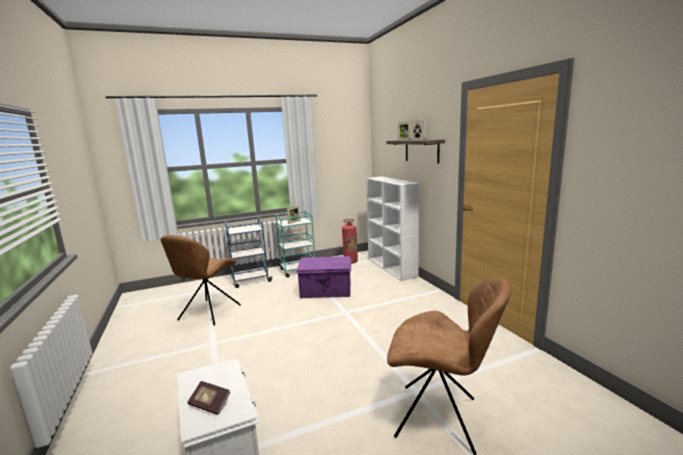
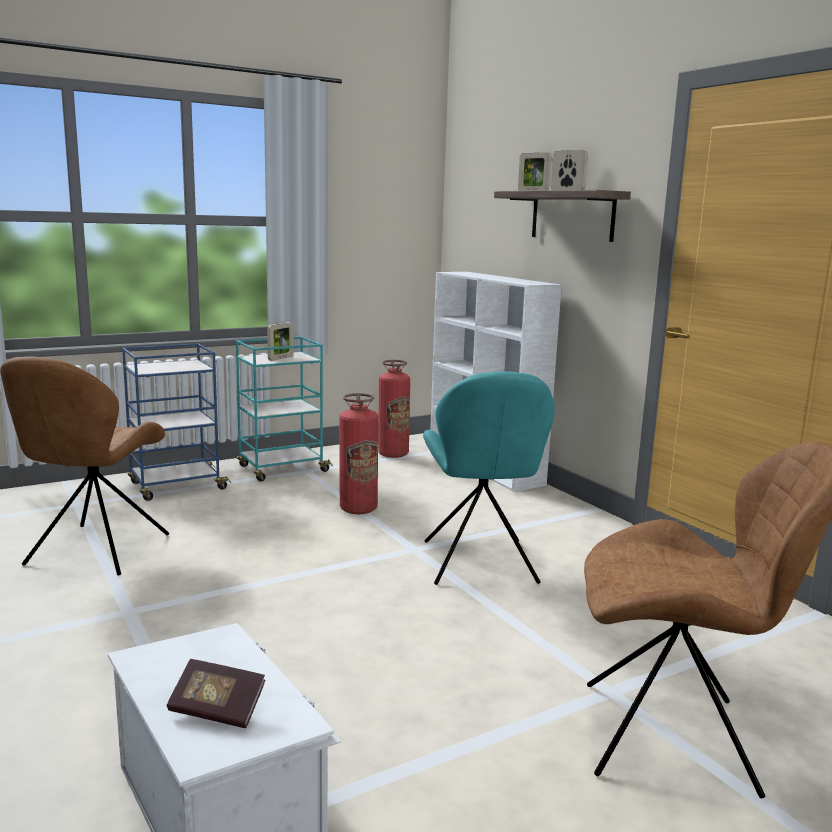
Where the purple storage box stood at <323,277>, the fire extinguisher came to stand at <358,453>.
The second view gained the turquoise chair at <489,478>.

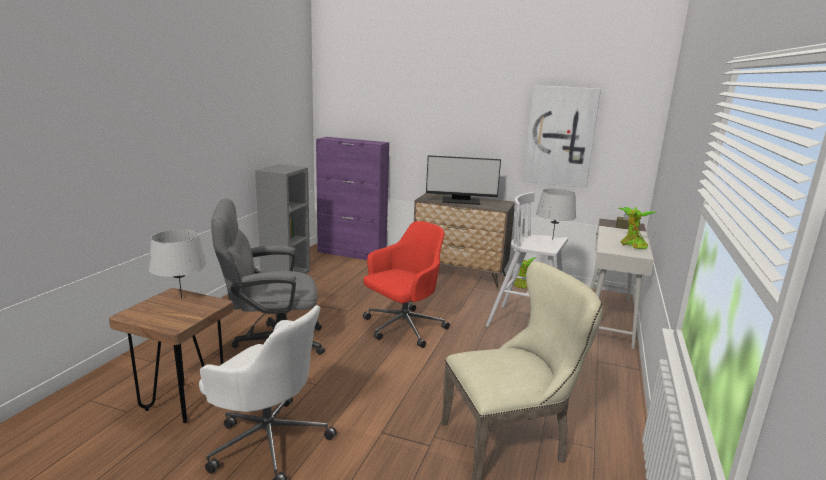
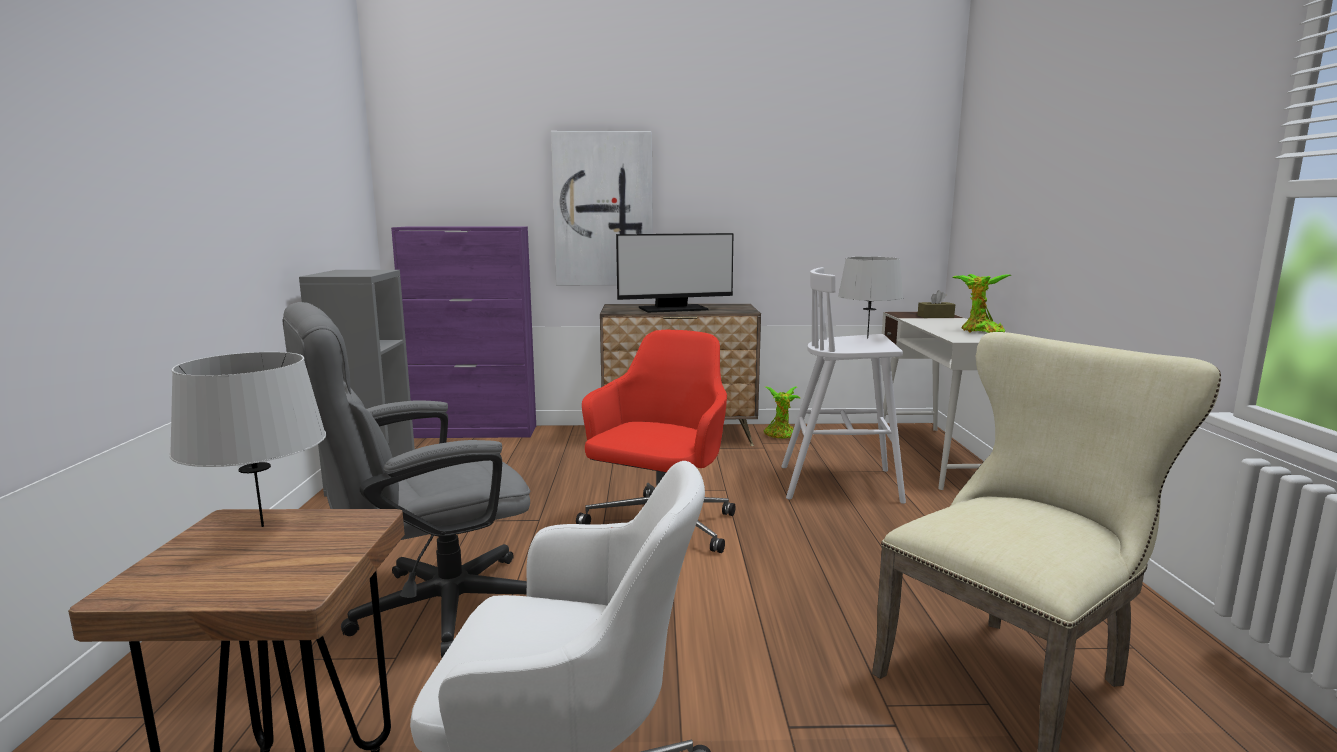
The picture ended up elsewhere, having gone from <562,136> to <602,208>.

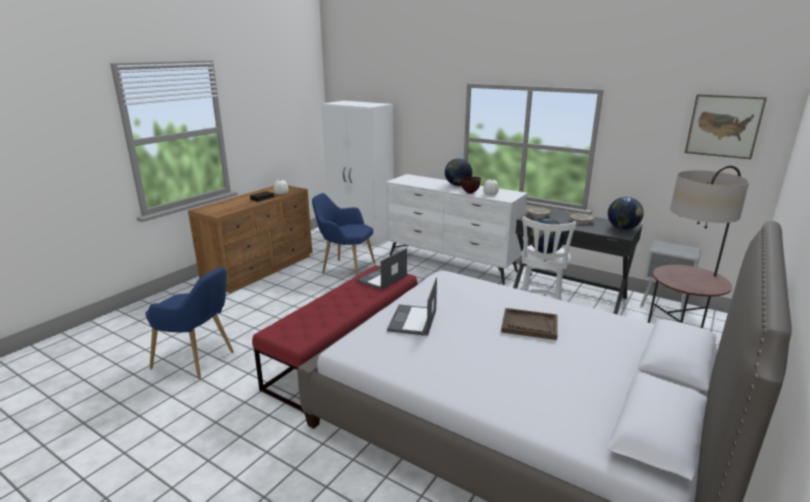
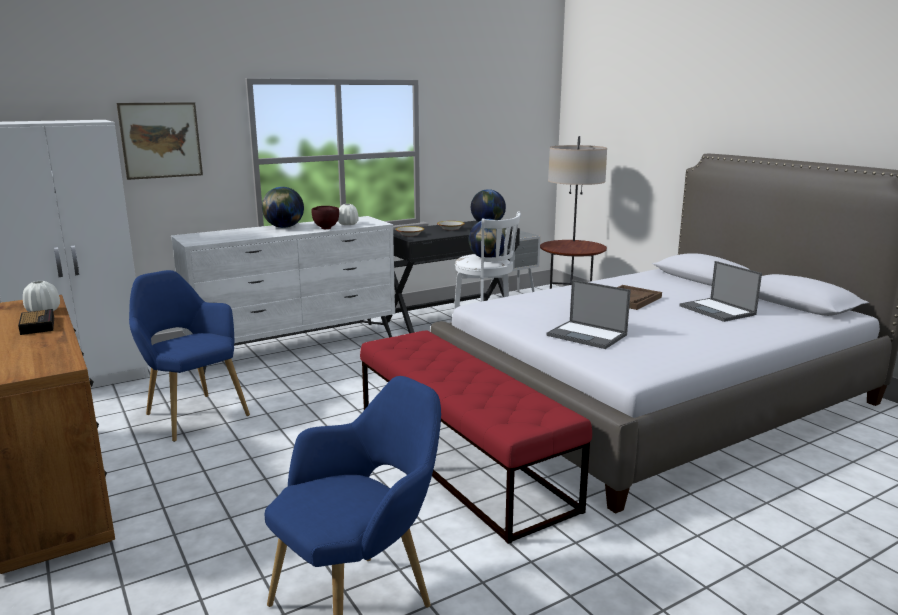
The picture ended up elsewhere, having gone from <726,126> to <160,141>.
The blue armchair at <344,234> ended up facing another way, 90 degrees clockwise from before.
The laptop ended up elsewhere, having gone from <382,269> to <720,291>.

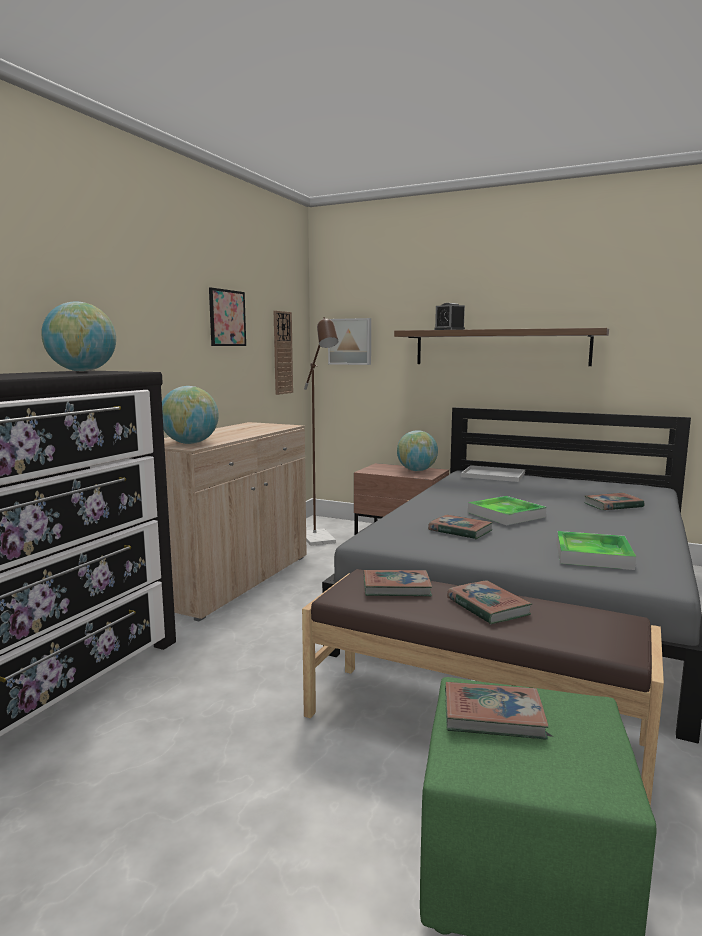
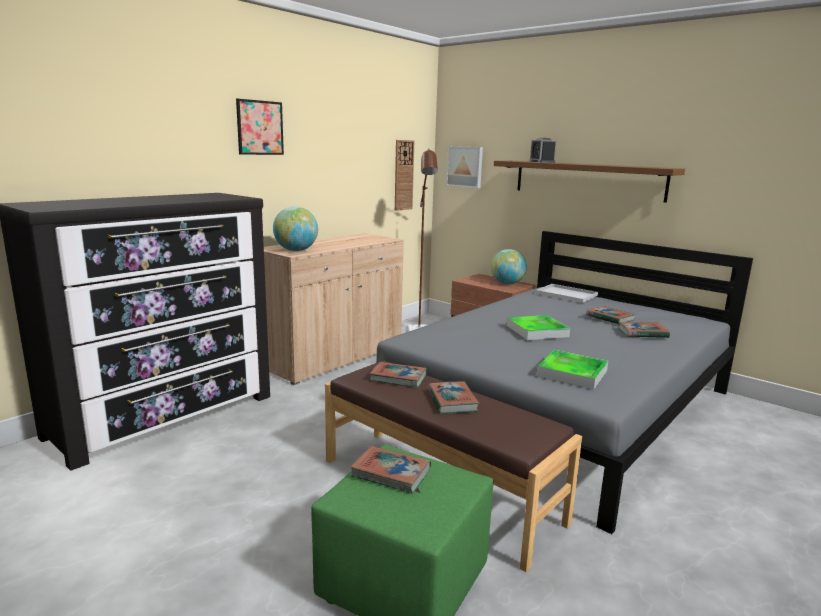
The picture ended up elsewhere, having gone from <227,317> to <260,127>.
The book ended up elsewhere, having gone from <460,527> to <610,315>.
The second view lost the globe at <78,337>.

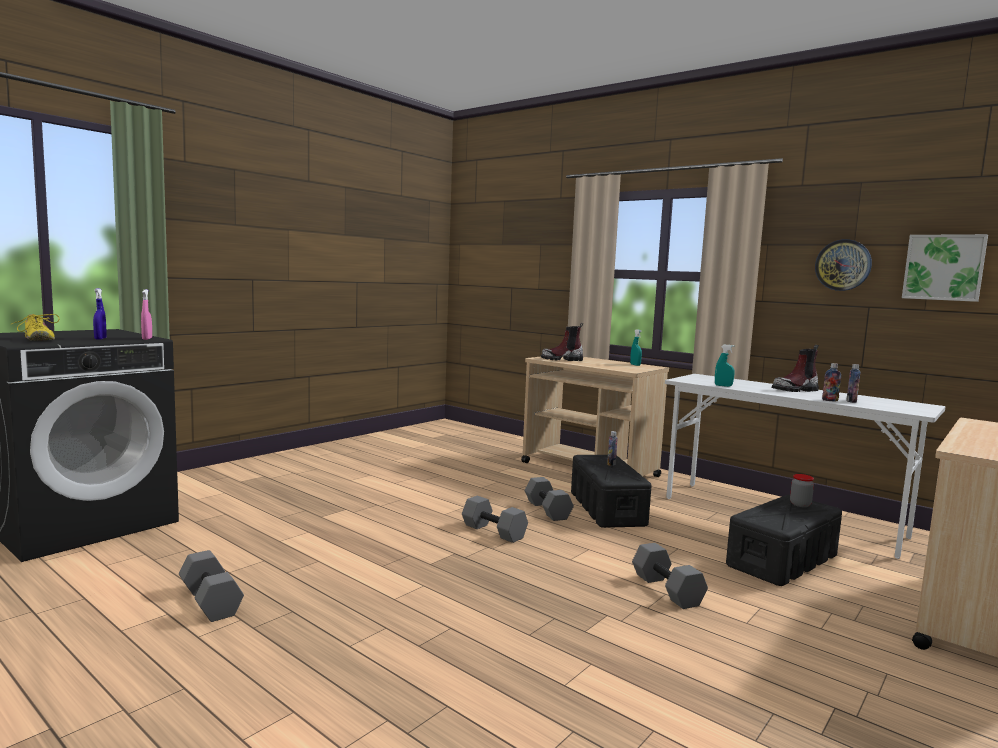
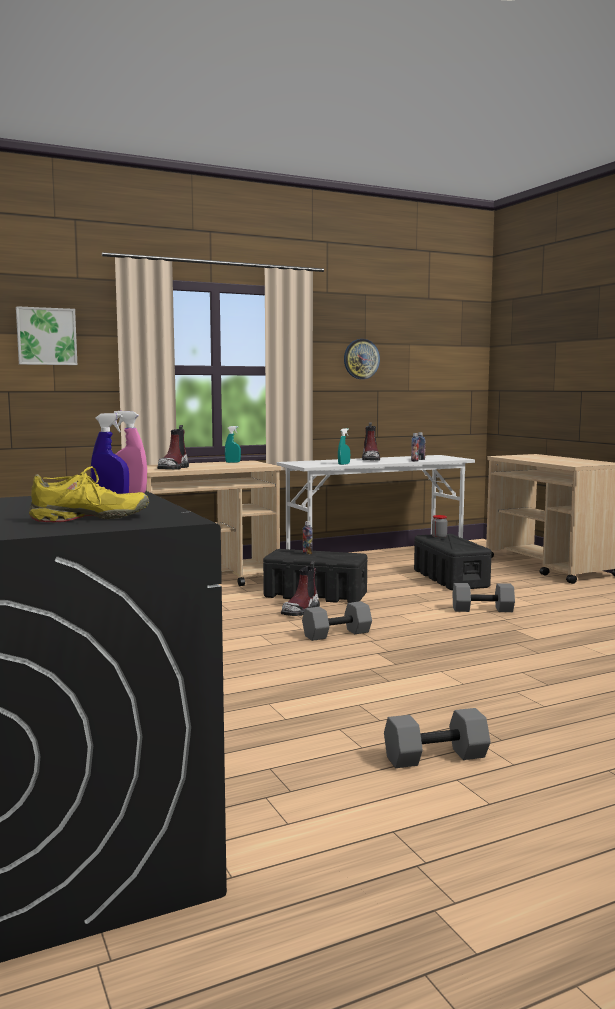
The picture ended up elsewhere, having gone from <945,268> to <46,335>.
Where the grey dumbbell stood at <549,499>, the boot came to stand at <300,589>.

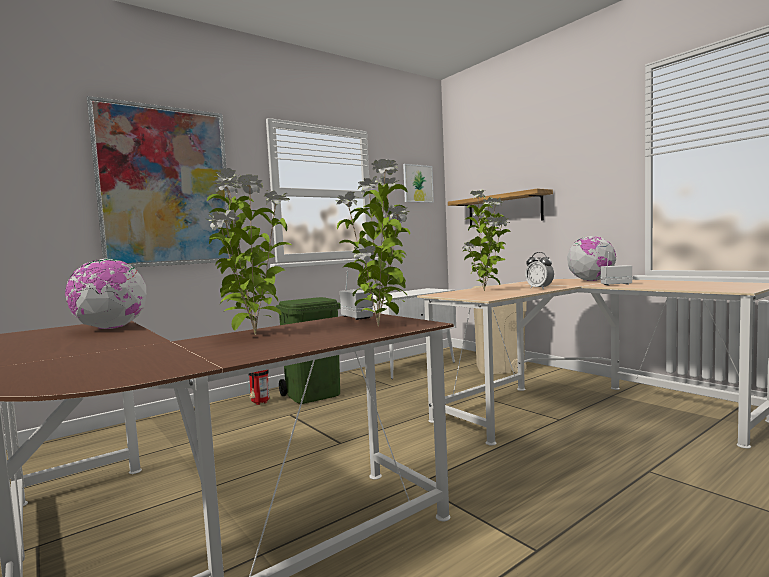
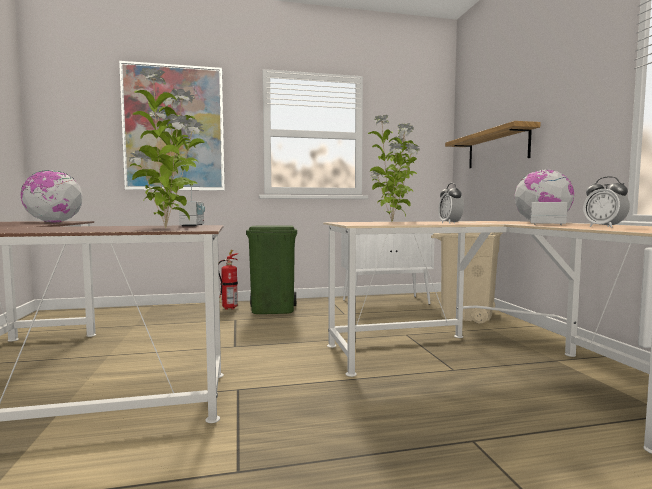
The second view gained the alarm clock at <606,202>.
The second view lost the potted plant at <249,251>.
The second view lost the picture at <418,183>.

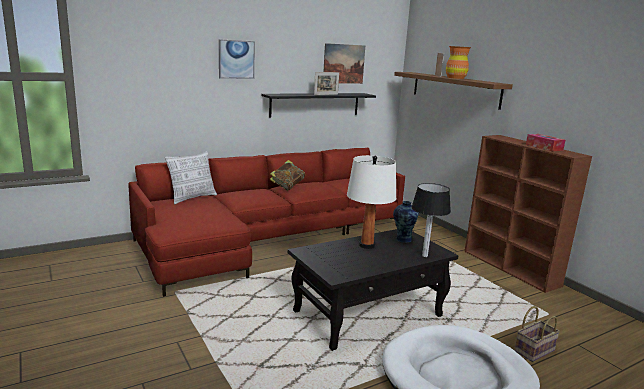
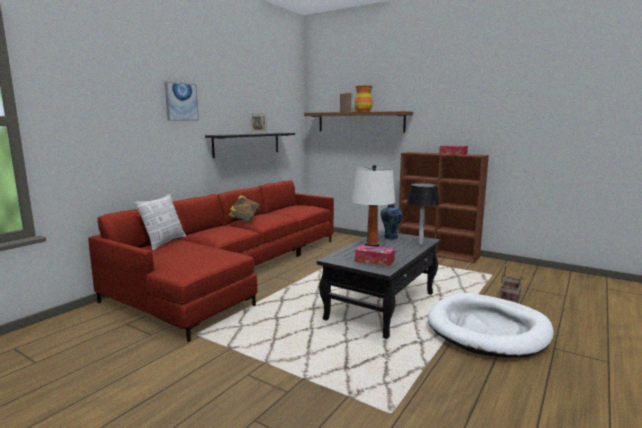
The second view gained the tissue box at <375,255>.
The second view lost the picture at <344,63>.

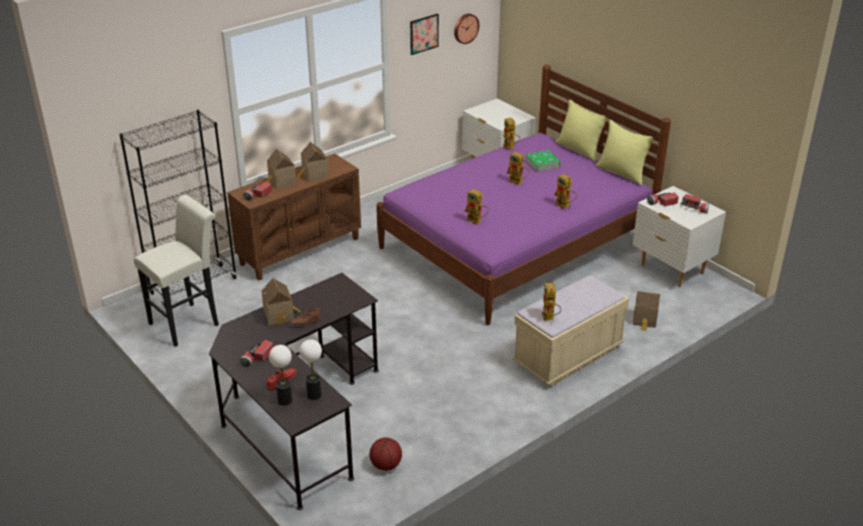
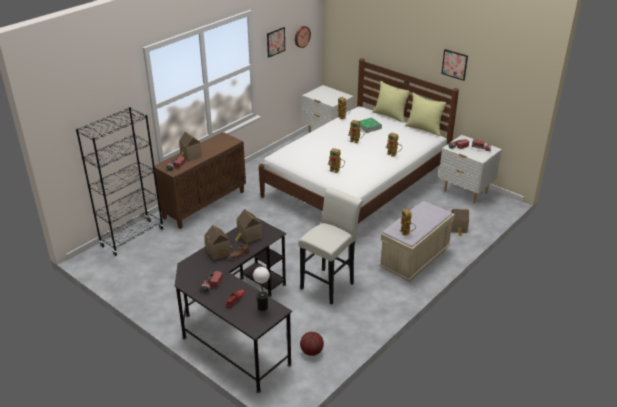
The toy house ended up elsewhere, having gone from <312,161> to <248,226>.
What was the purple bed at <523,195> turned into the white bed at <359,149>.
The white stool ended up elsewhere, having gone from <176,271> to <330,246>.
The second view gained the picture at <454,65>.
The second view lost the table lamp at <280,375>.

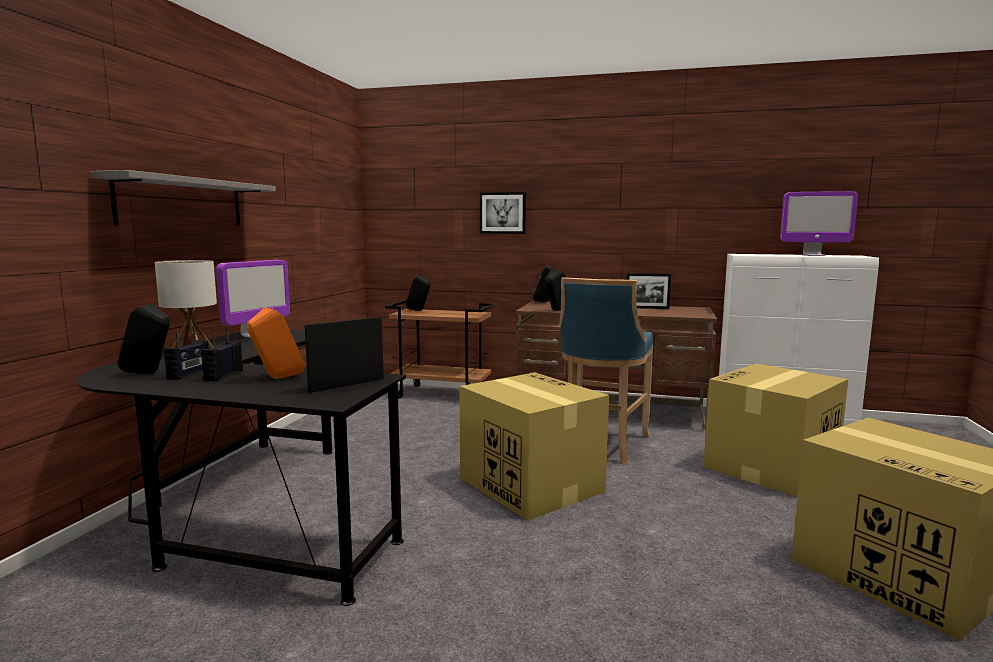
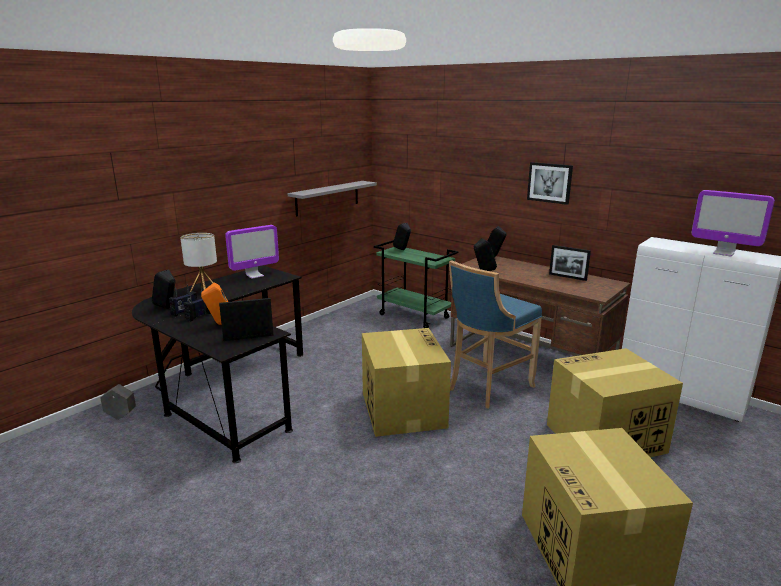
The second view gained the grey planter at <118,402>.
The grey shelf ended up elsewhere, having gone from <183,198> to <332,199>.
What was the brown cart at <439,349> turned into the green cart at <416,284>.
The picture ended up elsewhere, having gone from <503,213> to <550,183>.

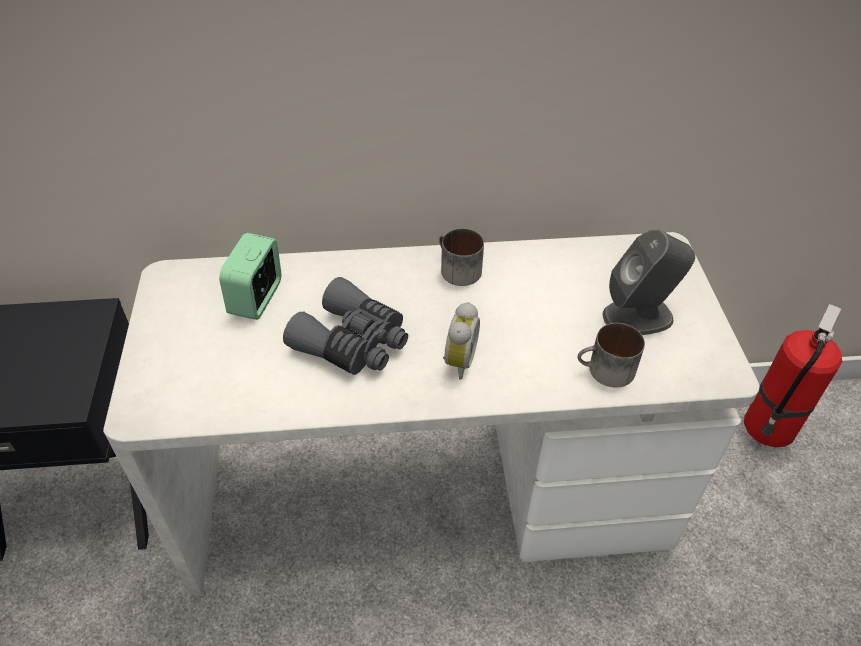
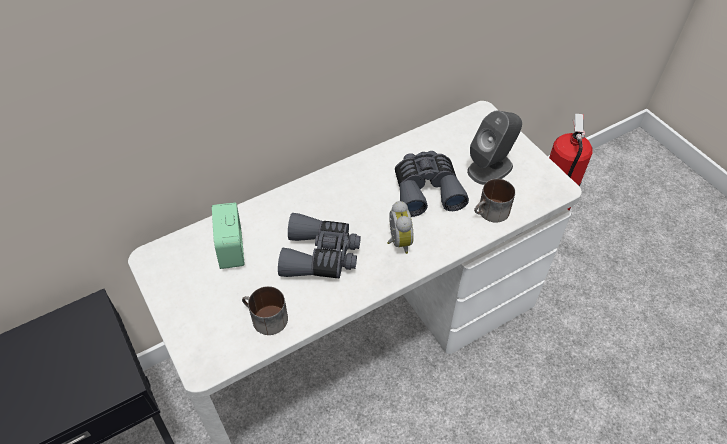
The mug ended up elsewhere, having gone from <461,257> to <265,310>.
The second view gained the grey binoculars at <432,184>.

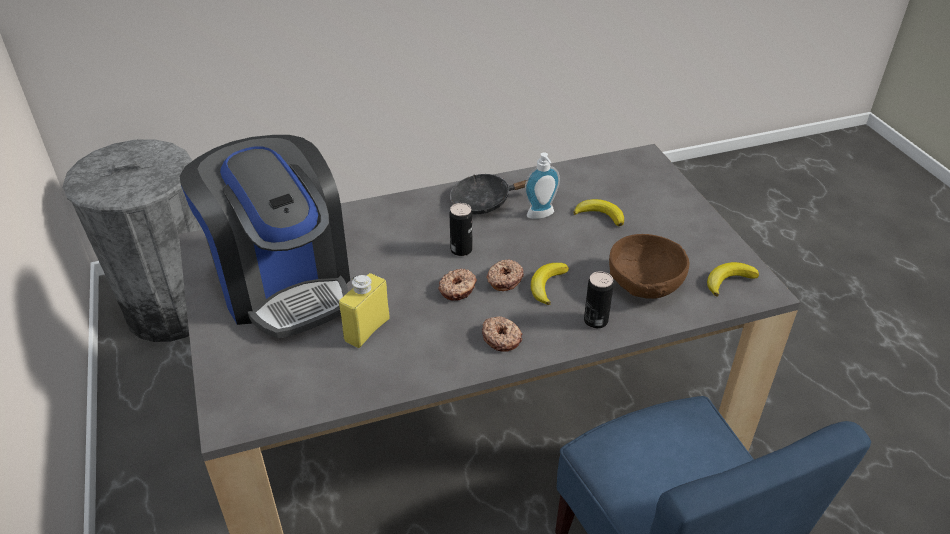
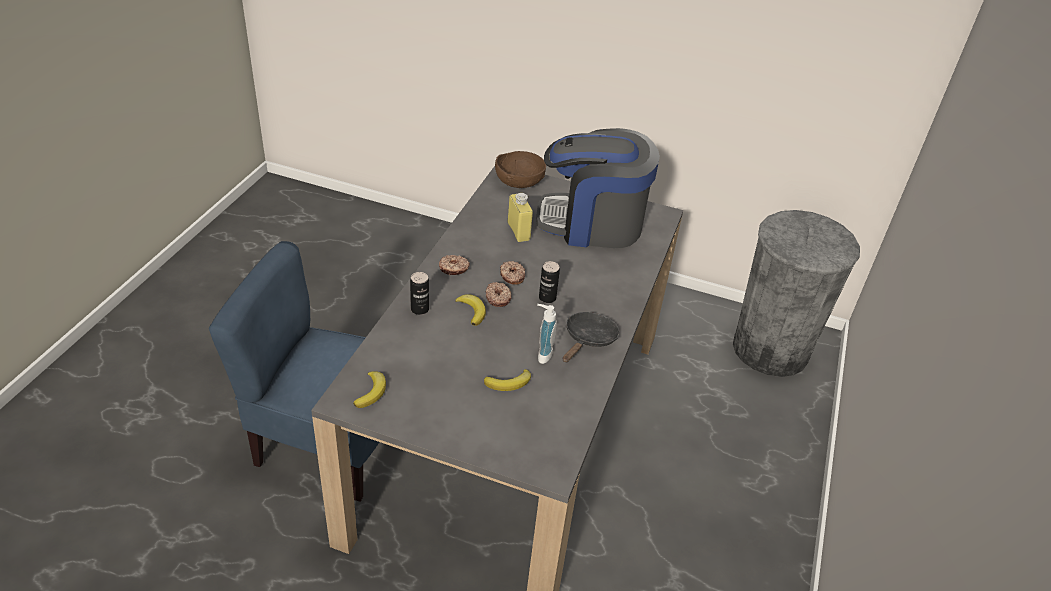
The brown bowl ended up elsewhere, having gone from <649,266> to <520,169>.

